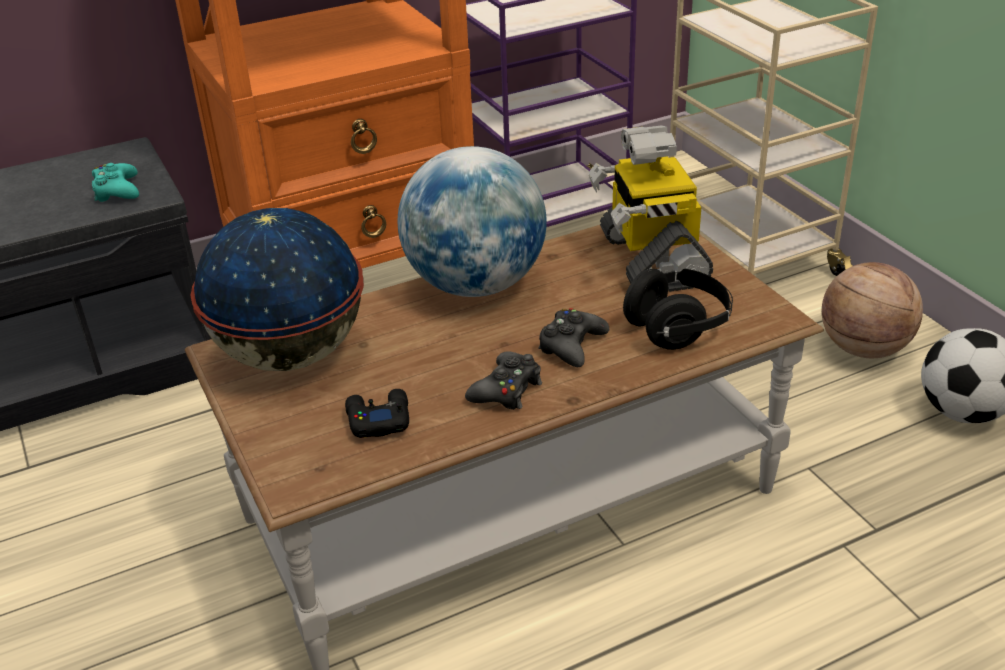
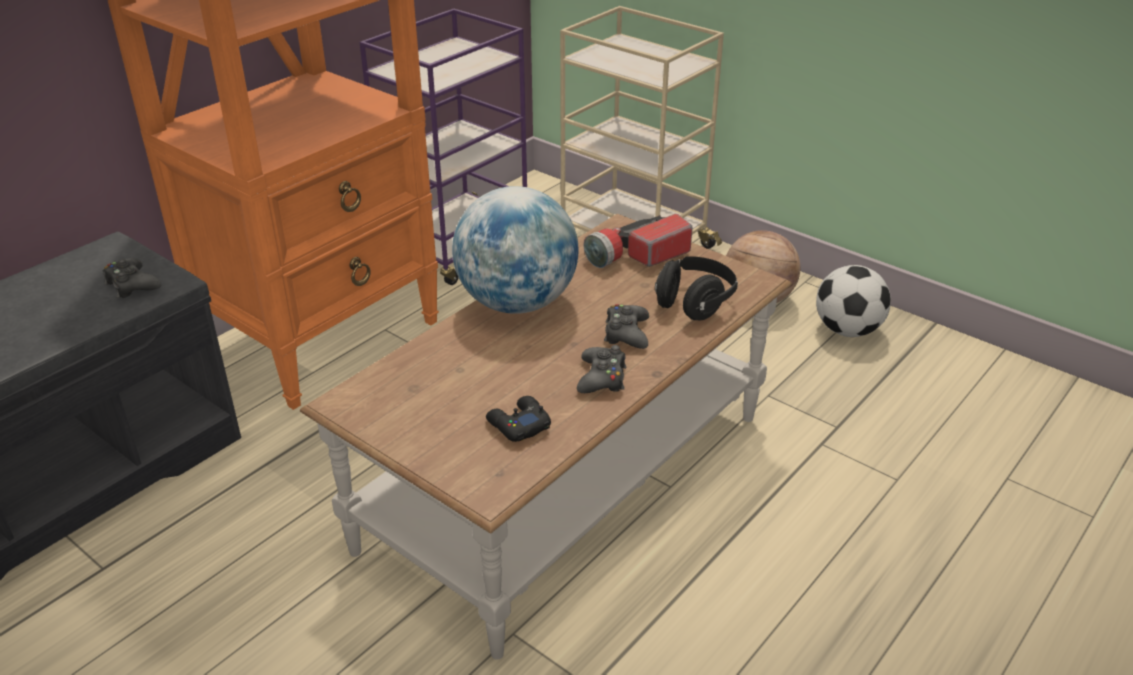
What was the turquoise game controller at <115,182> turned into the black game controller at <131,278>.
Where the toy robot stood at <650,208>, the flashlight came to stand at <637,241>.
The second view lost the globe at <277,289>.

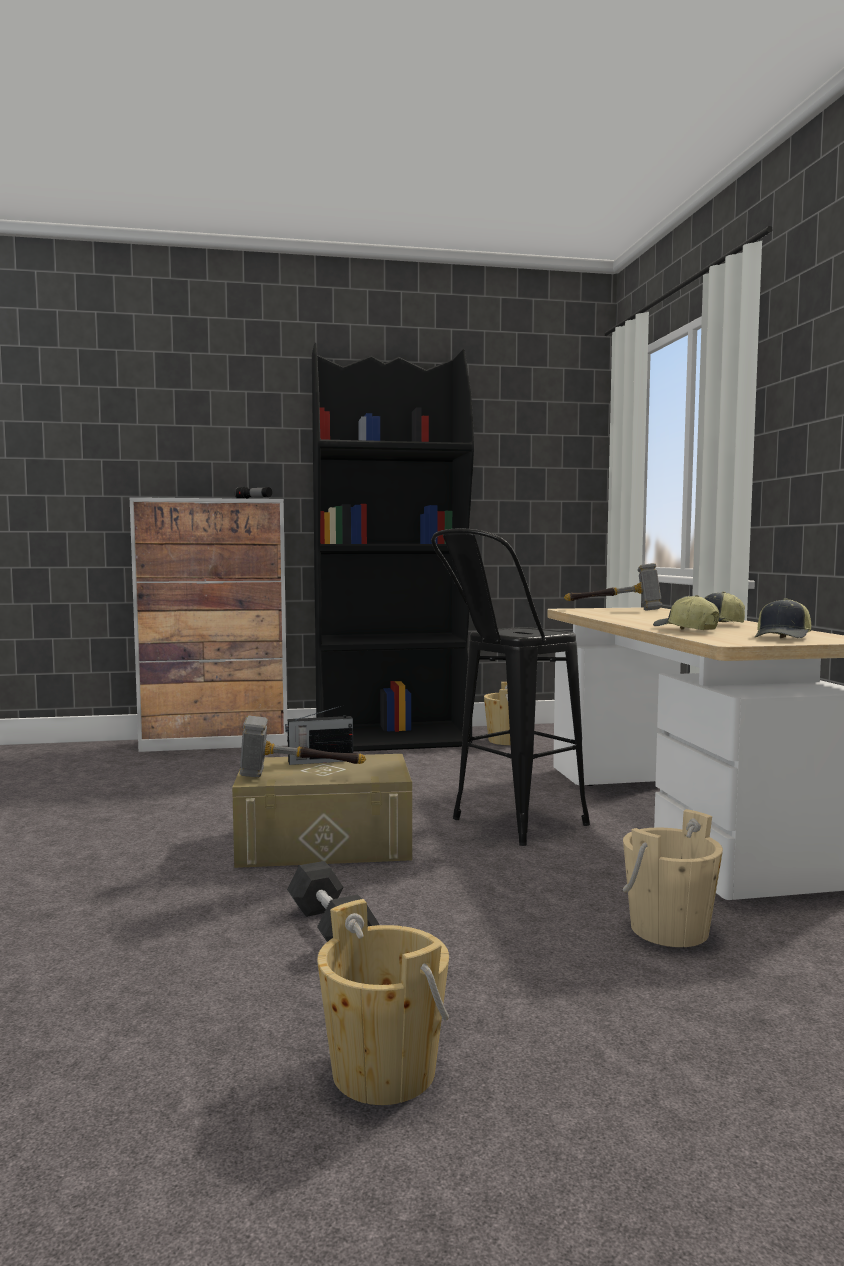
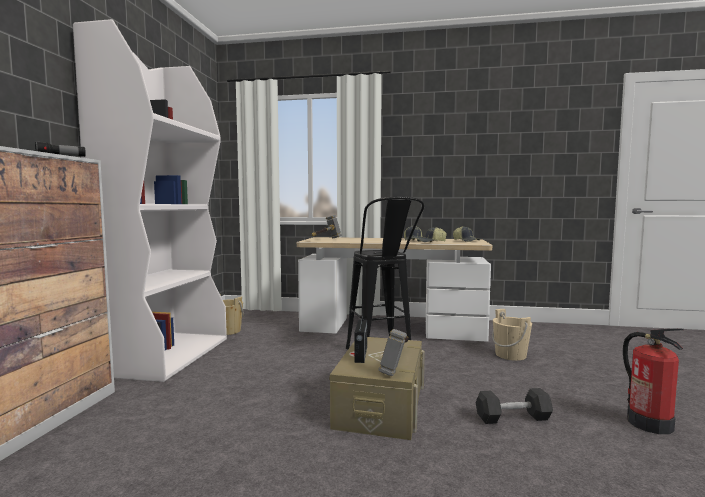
What was the black bookcase at <393,547> turned into the white bookcase at <150,200>.
Where the beige bucket stood at <383,1002>, the fire extinguisher came to stand at <653,381>.

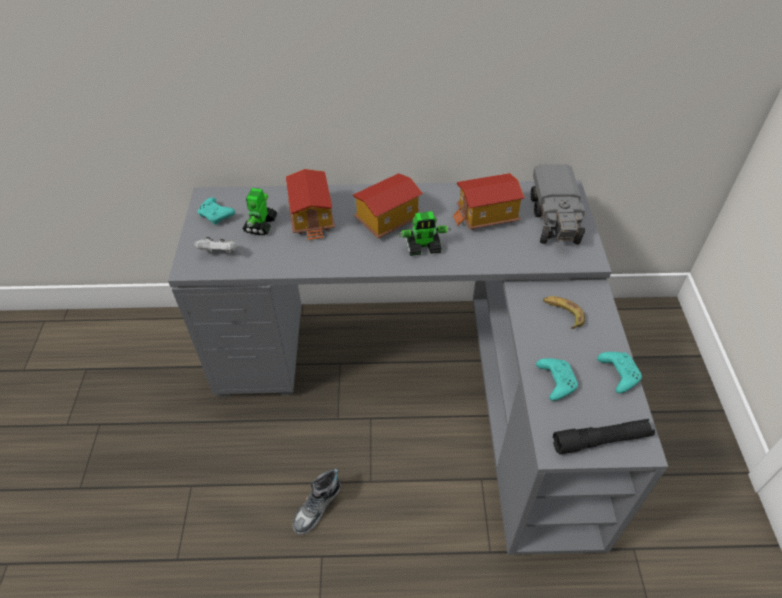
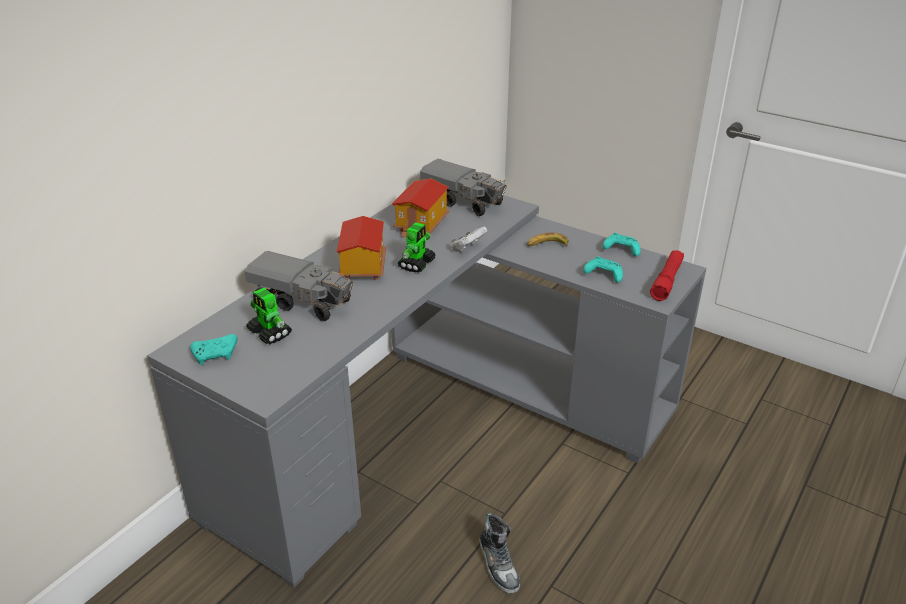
Where the toy house stood at <310,205>, the toy truck came to stand at <299,286>.
The white game controller ended up elsewhere, having gone from <215,245> to <469,239>.
What was the black flashlight at <604,437> turned into the red flashlight at <667,275>.

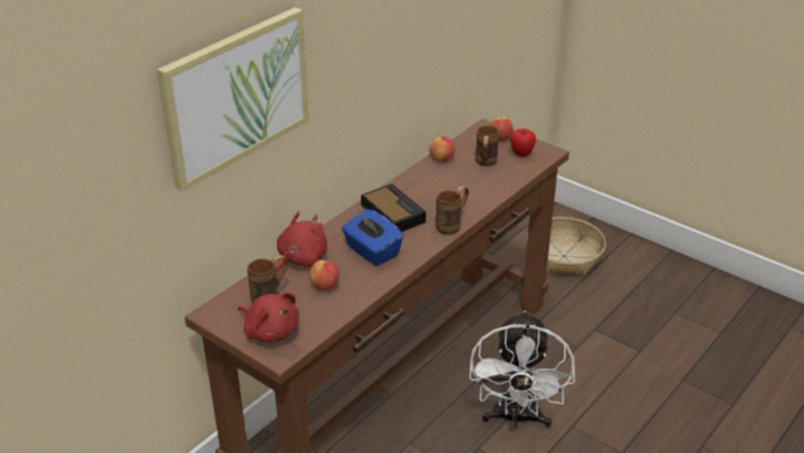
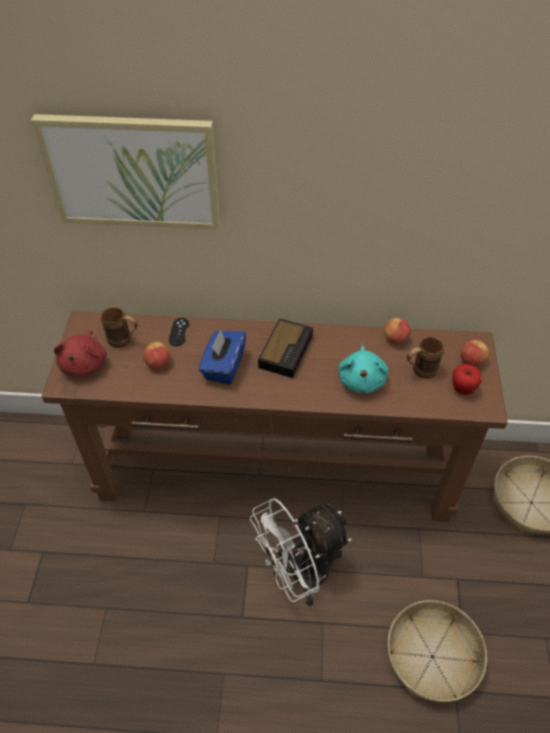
Where the red plush toy stood at <301,241>, the black game controller came to stand at <179,332>.
The second view gained the turquoise plush toy at <363,369>.
The second view gained the basket at <437,651>.
The second view lost the brown mug at <452,210>.

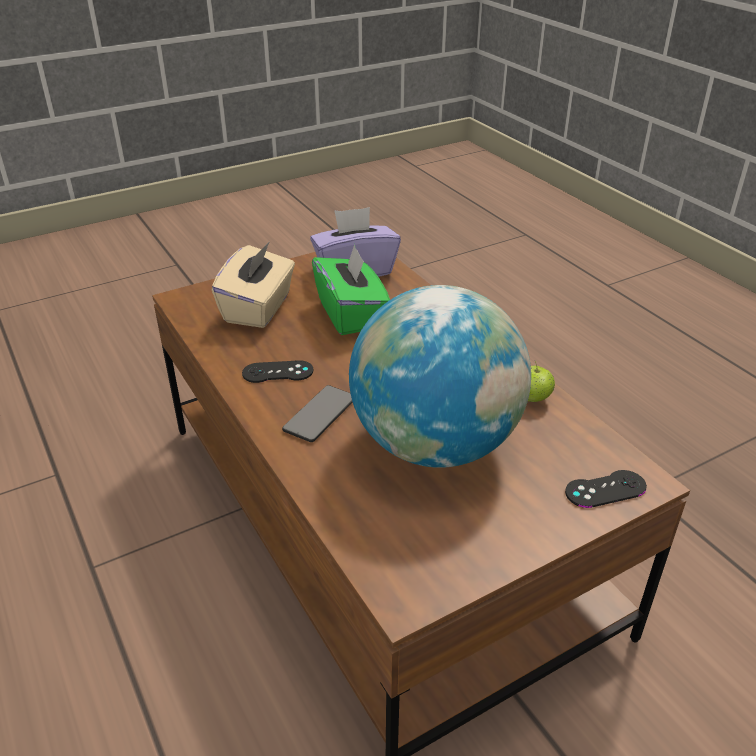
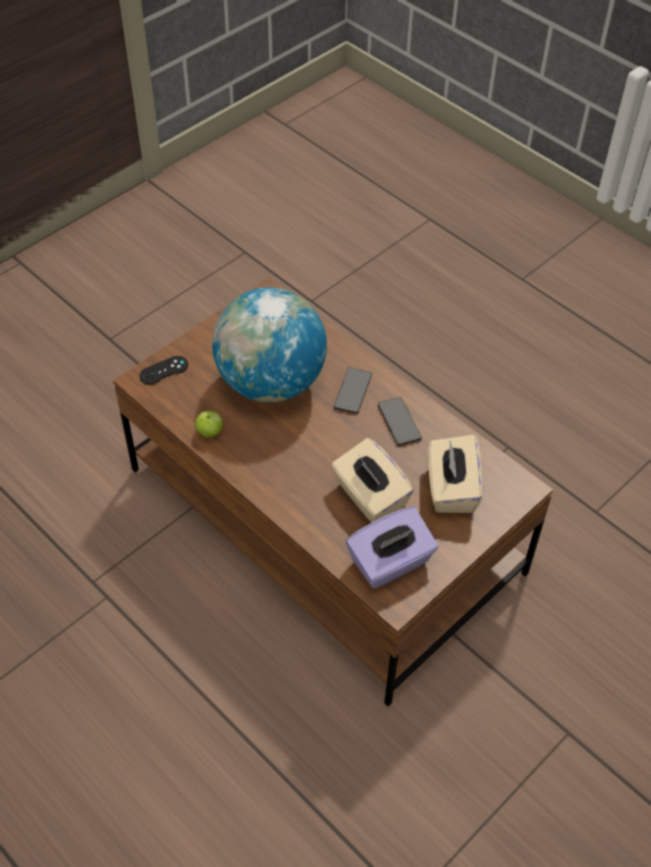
What was the green tissue box at <351,289> turned into the beige tissue box at <372,480>.
Where the black game controller stood at <277,371>, the phone came to stand at <400,421>.

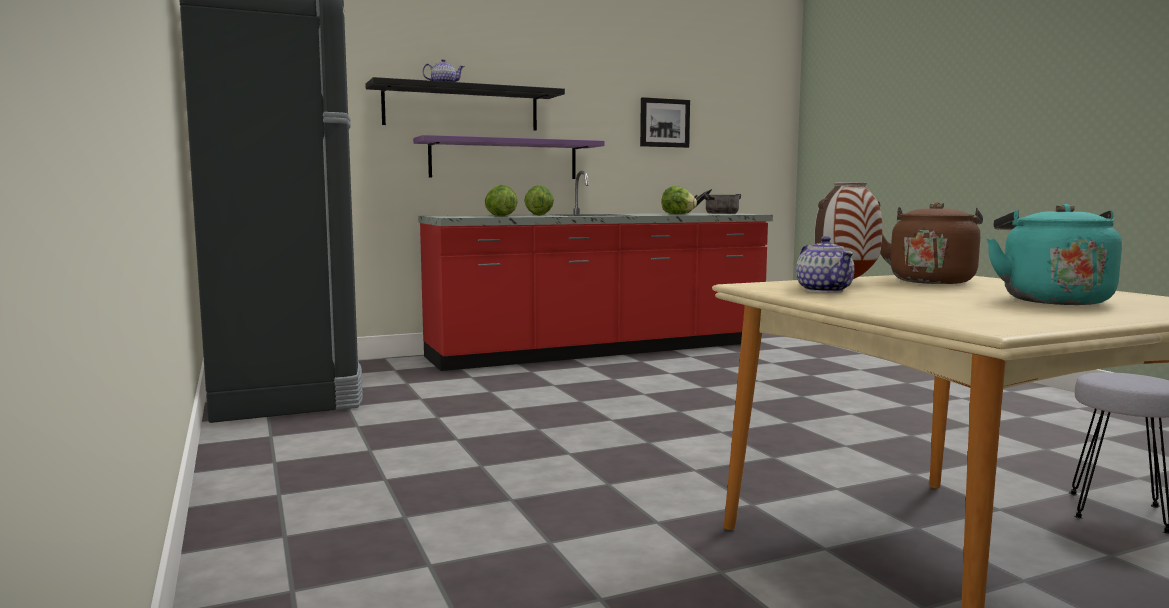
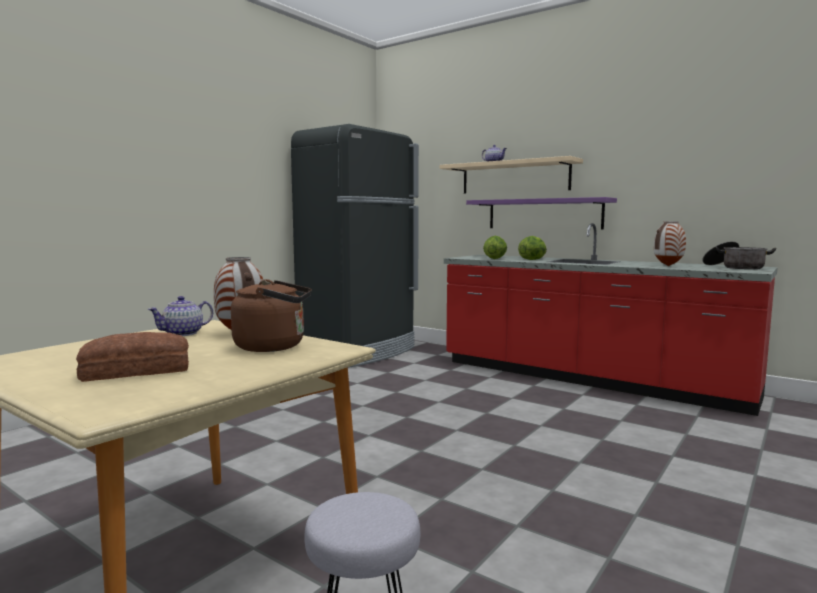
Where the turquoise kettle stood at <1054,254>, the bread came to stand at <132,357>.
What was the black shelf at <465,104> turned into the beige shelf at <511,175>.
Where the lettuce stood at <679,200>, the vase came to stand at <670,243>.
The second view lost the picture at <665,122>.

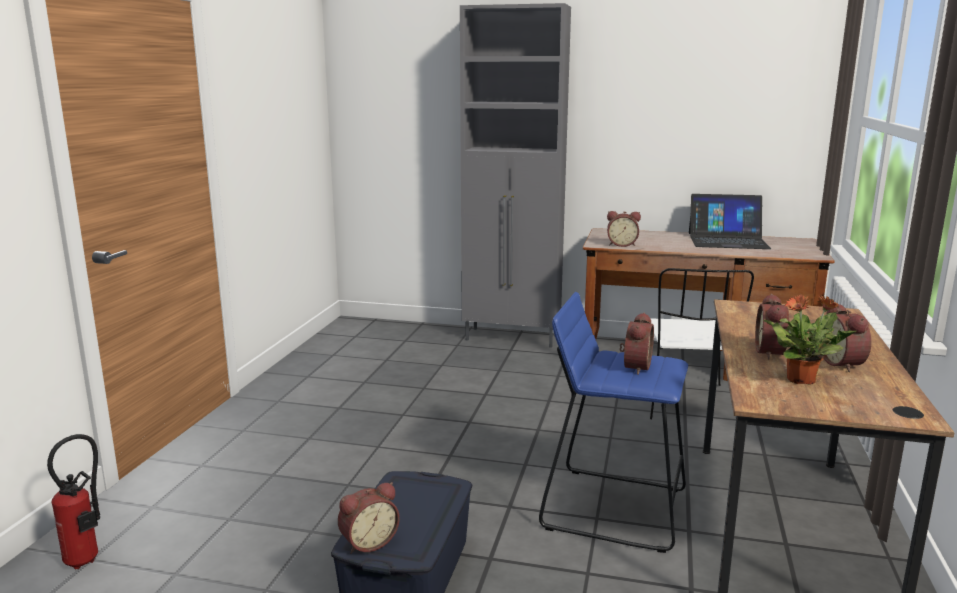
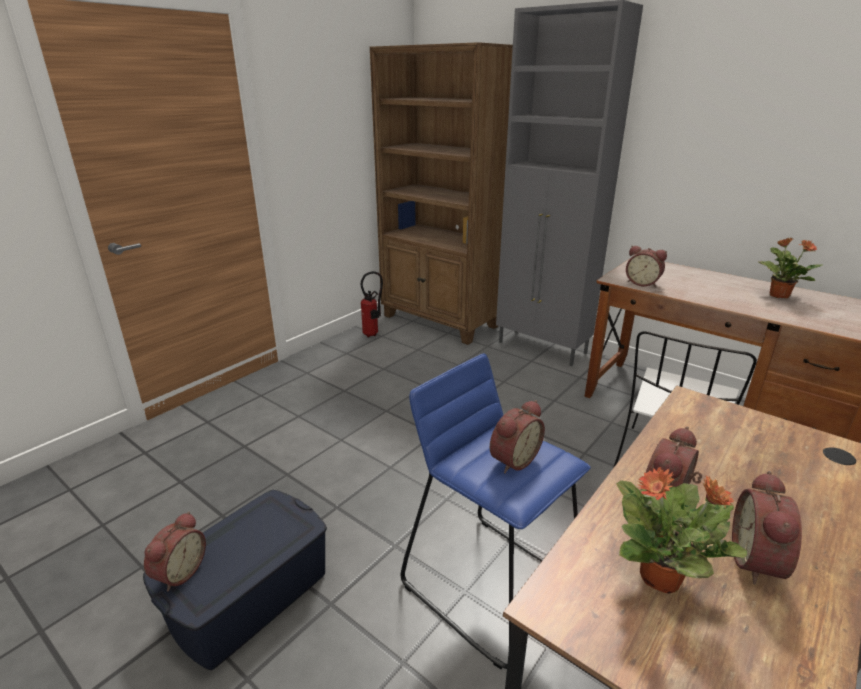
The alarm clock at <369,518> ended up facing another way, 60 degrees counterclockwise from before.
The fire extinguisher ended up elsewhere, having gone from <73,501> to <372,304>.
The second view gained the brown bookcase at <441,193>.
Where the laptop stood at <730,221>, the potted plant came to stand at <790,268>.

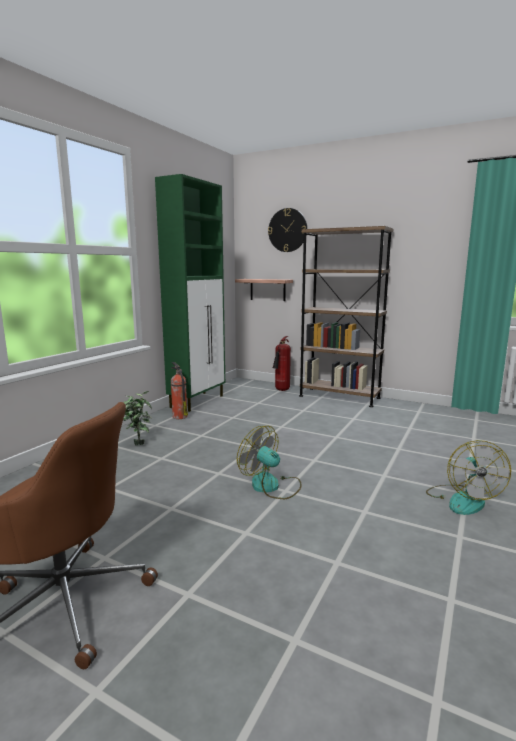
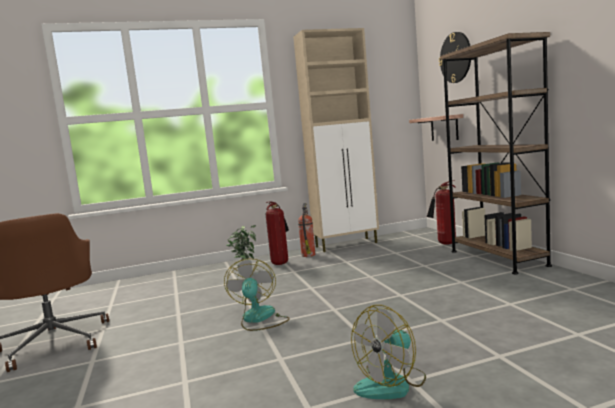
The second view gained the fire extinguisher at <277,233>.
What was the green cabinet at <190,293> turned into the beige cabinet at <336,140>.

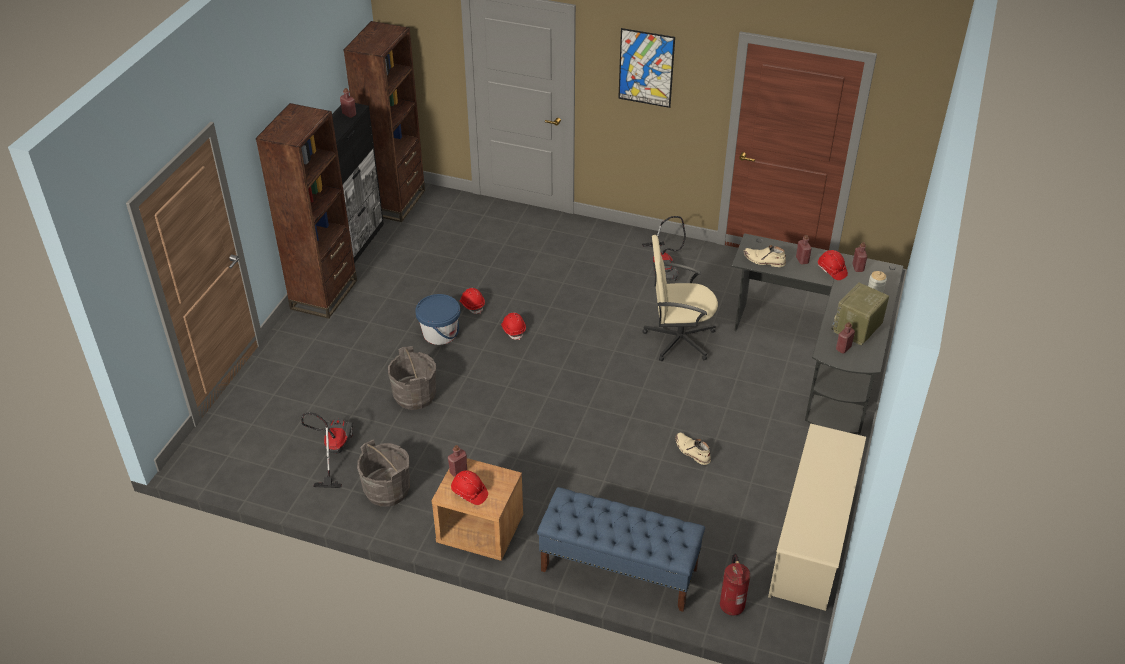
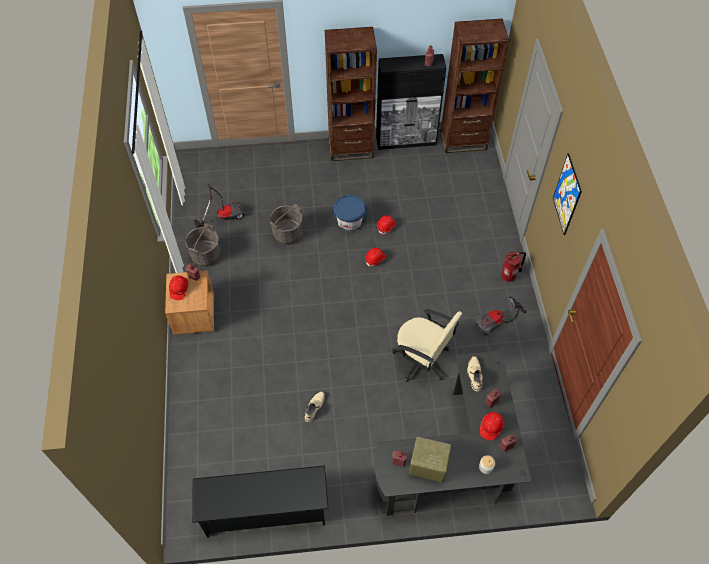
What was the beige shoe rack at <817,517> turned into the black shoe rack at <260,501>.
The beige office chair at <680,298> ended up facing another way, 150 degrees clockwise from before.
The fire extinguisher ended up elsewhere, having gone from <735,585> to <513,267>.
The second view lost the blue bench at <621,549>.

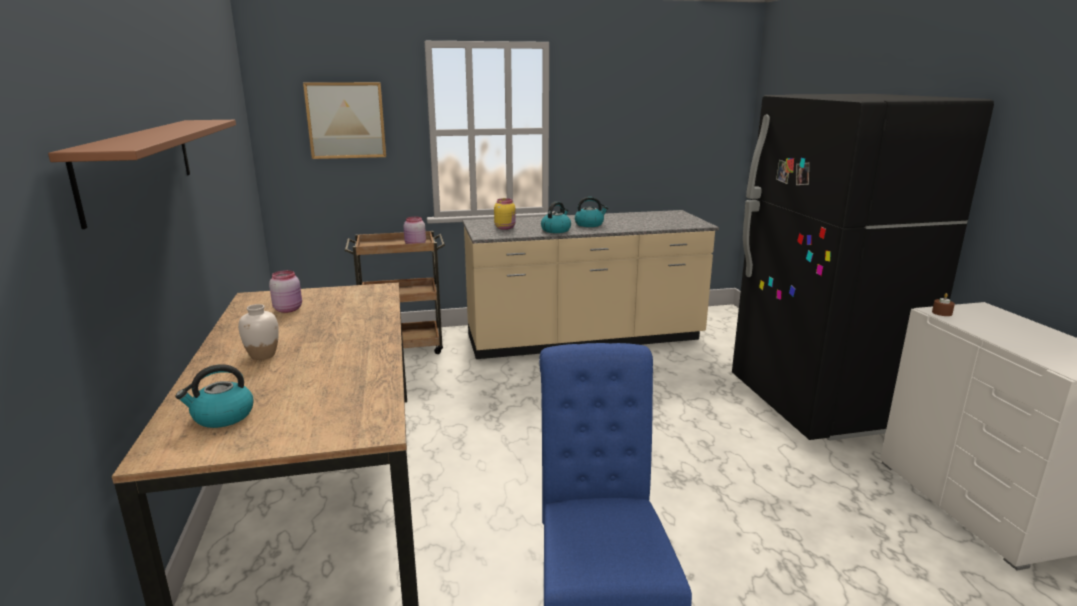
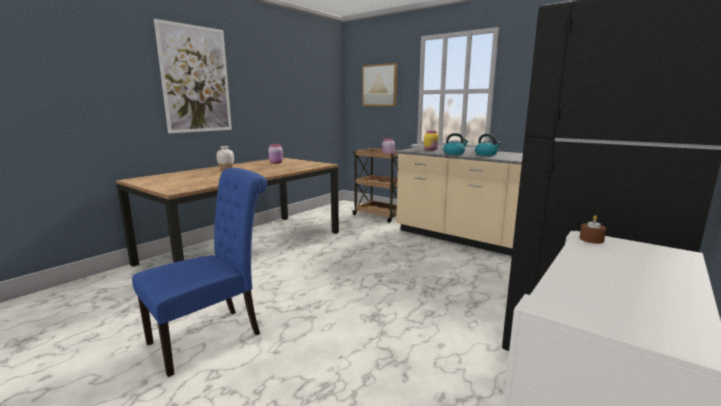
Where the brown shelf hung at <142,174>, the picture came to hang at <193,76>.
The second view lost the kettle at <214,396>.

